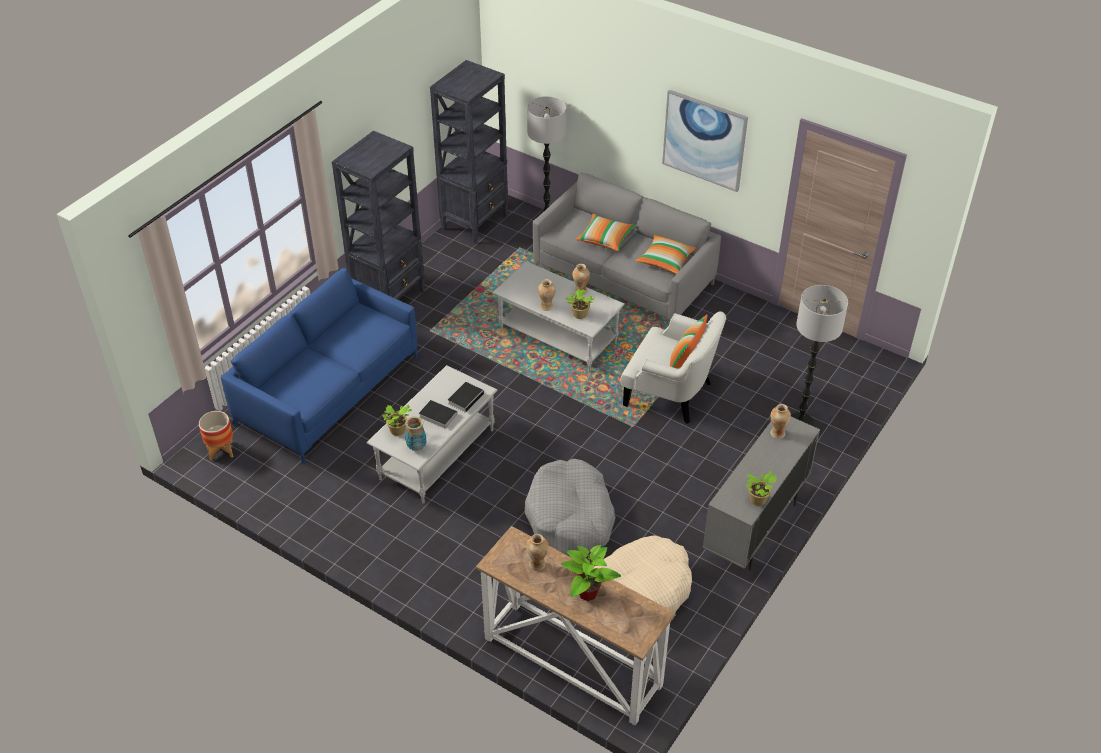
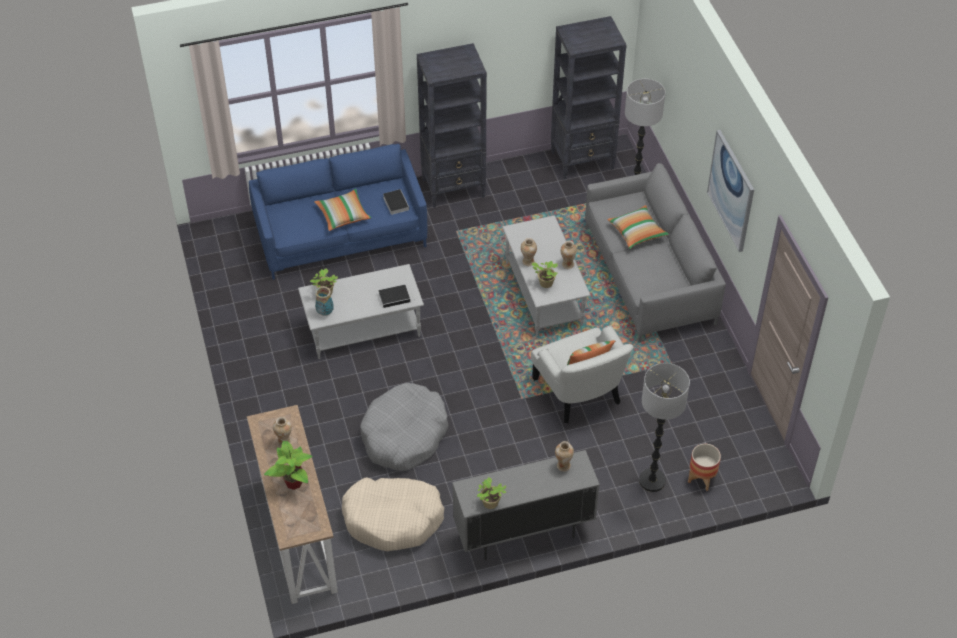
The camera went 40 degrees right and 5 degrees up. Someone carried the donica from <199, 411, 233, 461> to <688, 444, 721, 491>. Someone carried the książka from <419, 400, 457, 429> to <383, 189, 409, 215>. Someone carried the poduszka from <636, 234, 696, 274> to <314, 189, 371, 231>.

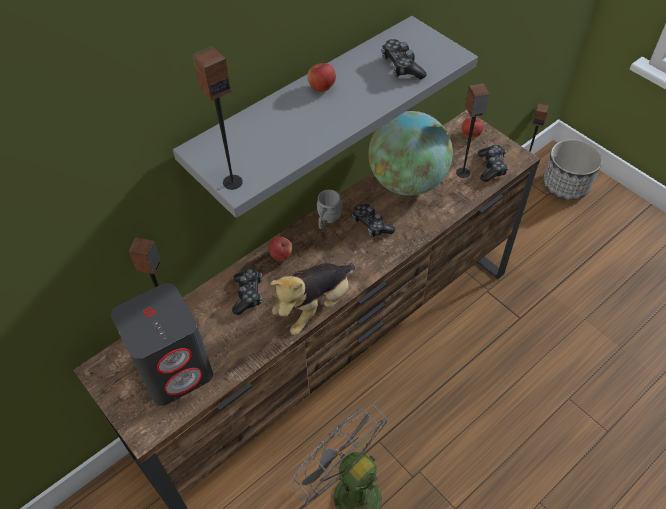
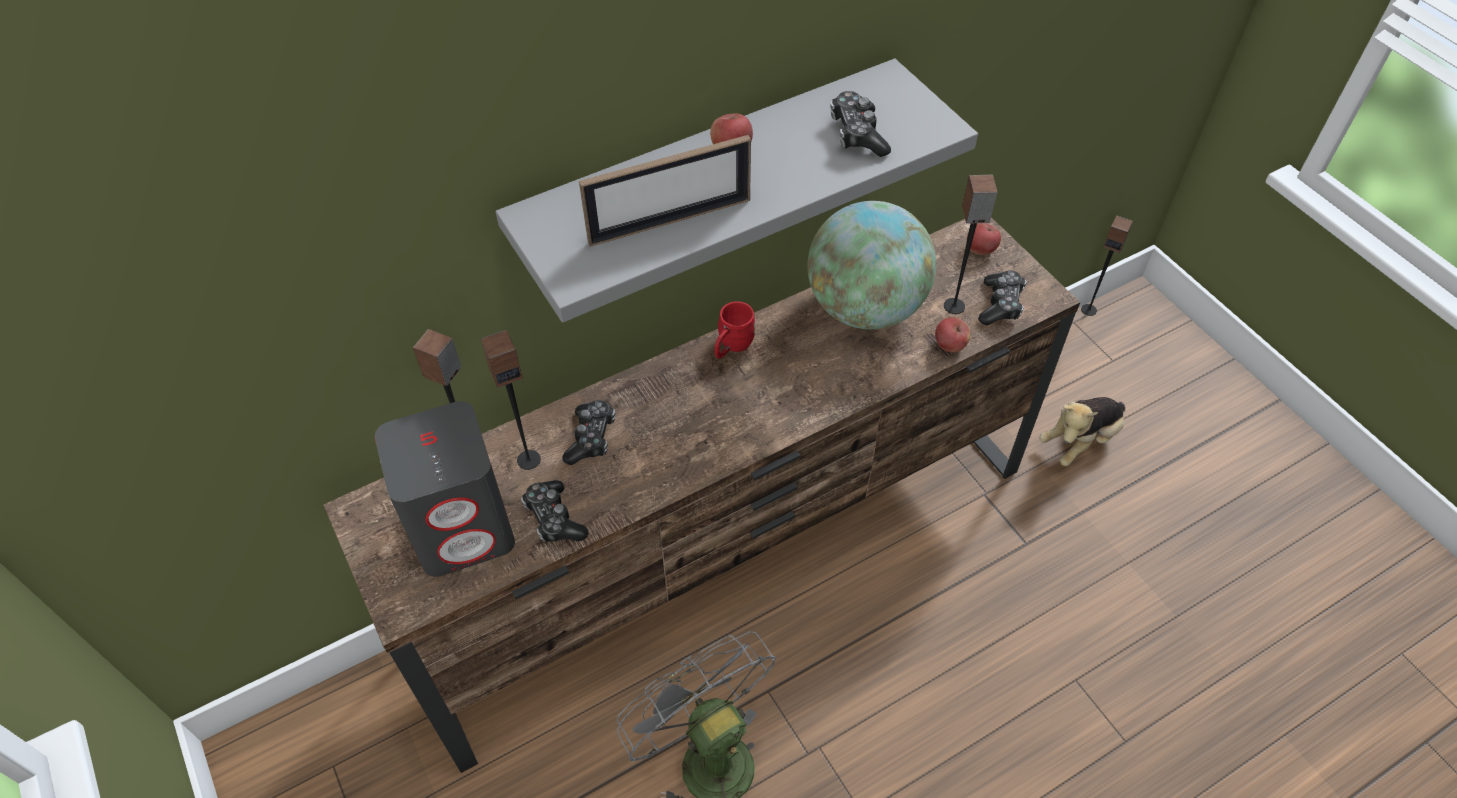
The camera went 10 degrees right and 0 degrees up. Someone carried the głośnik from <192, 46, 243, 190> to <481, 330, 541, 470>. Someone carried the jabłko from <268, 237, 292, 261> to <935, 317, 971, 353>. Someone carried the pluszak from <270, 263, 355, 335> to <1039, 397, 1125, 466>. Someone repainted the kubek/szary at <317, 190, 342, 229>, which became the kubek/czerwony at <715, 301, 756, 359>. Someone carried the pad do gier from <352, 204, 395, 237> to <521, 480, 588, 542>. Someone took away the donica at <543, 139, 602, 200>. Someone put down the ramka na zdjęcie at <579, 135, 751, 247>.

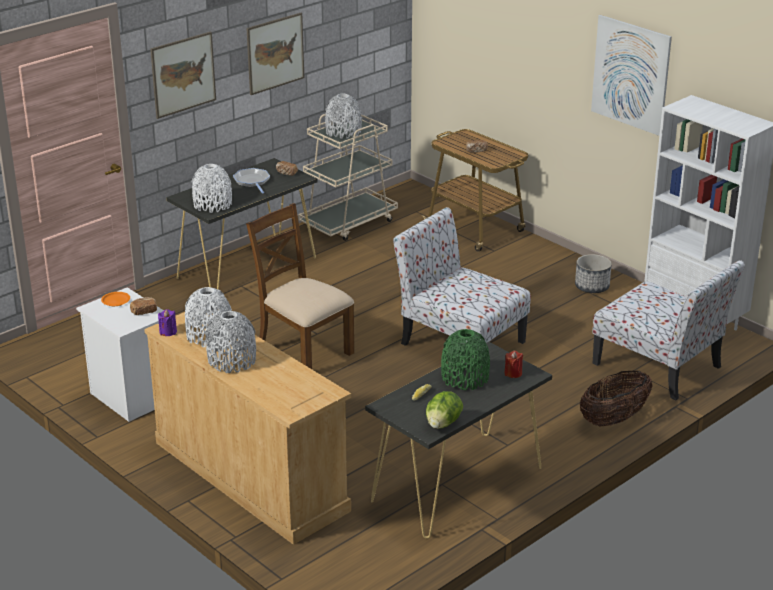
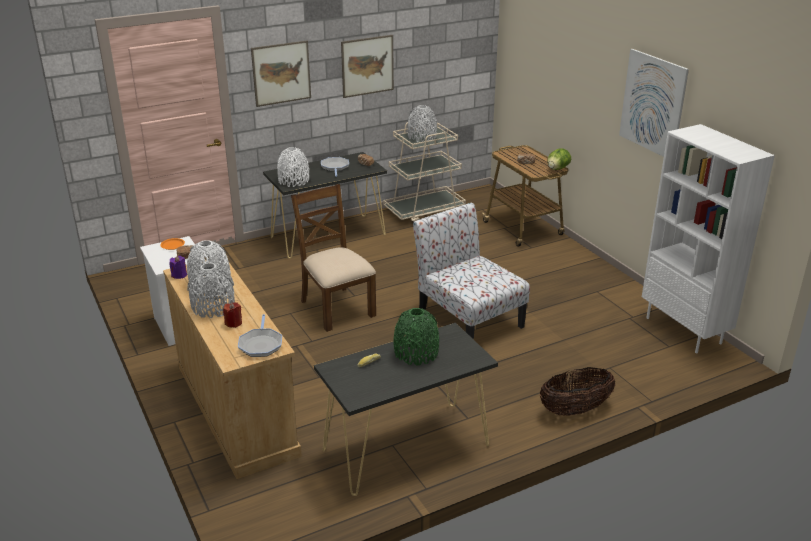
The camera went 15 degrees right and 0 degrees up. Someone carried the sałata from <426, 391, 463, 429> to <547, 148, 571, 170>. Someone carried the świeca/czerwony from <505, 351, 523, 378> to <223, 302, 242, 328>. Someone took away the donica at <575, 254, 612, 293>. Someone took away the krzesło at <592, 260, 745, 400>. Someone put down the patelnia at <238, 314, 282, 357>.

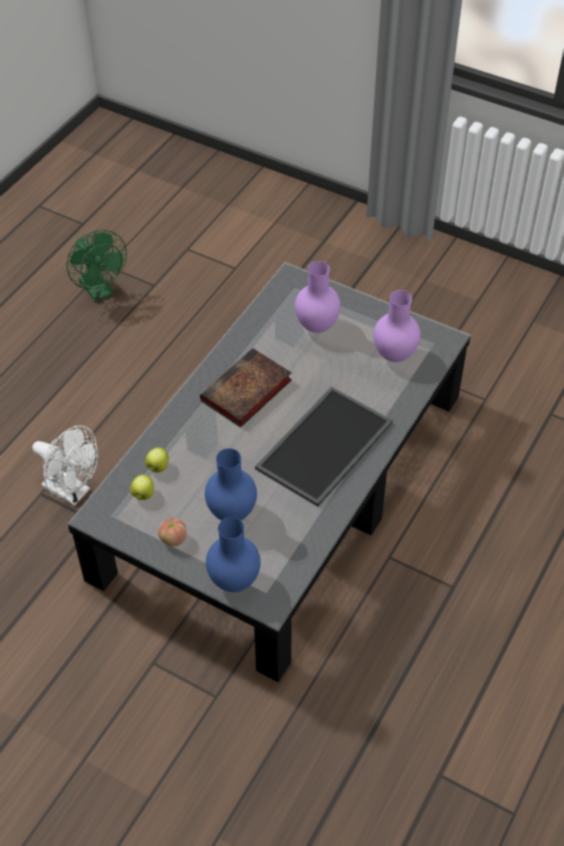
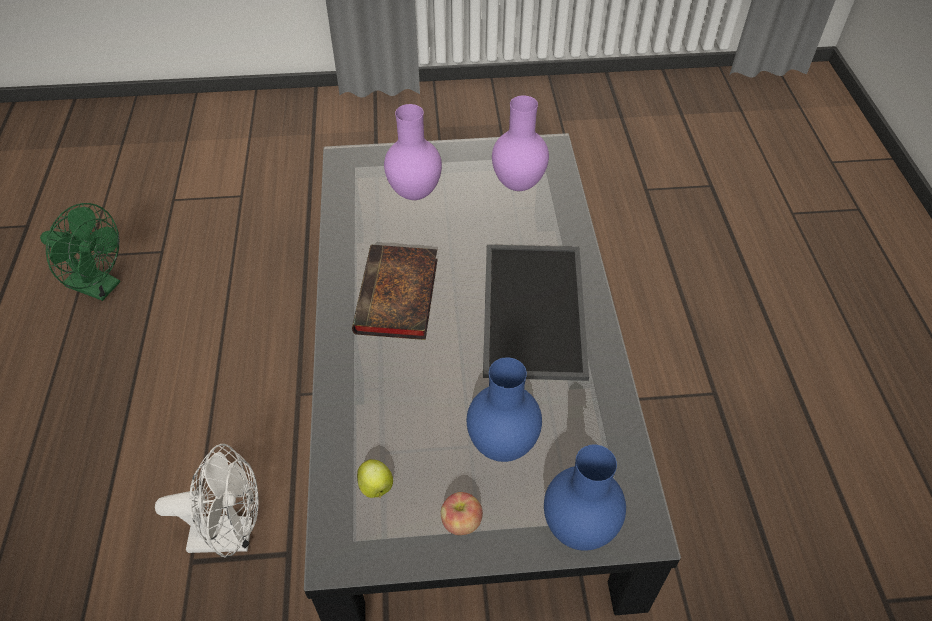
The camera went 35 degrees left and 0 degrees up. Someone took away the jabłko at <145, 447, 169, 473>.

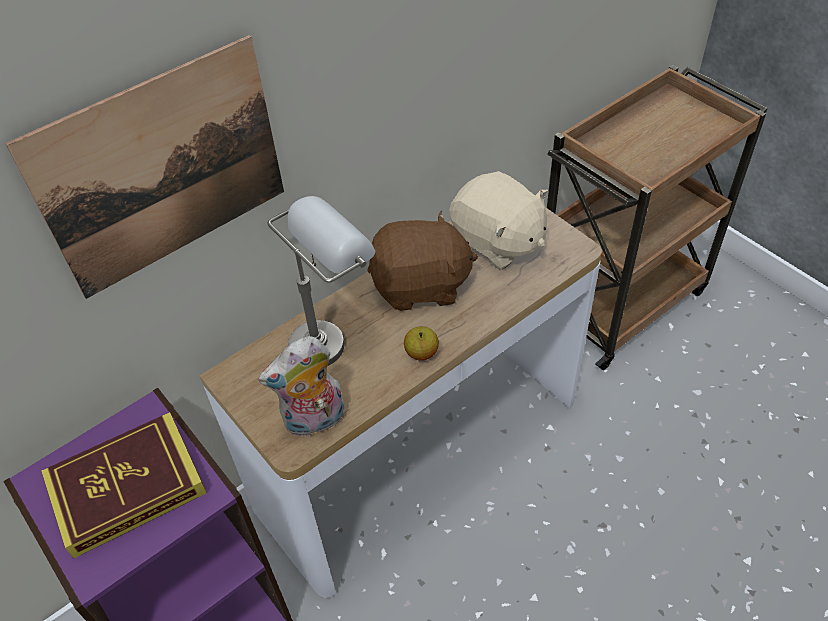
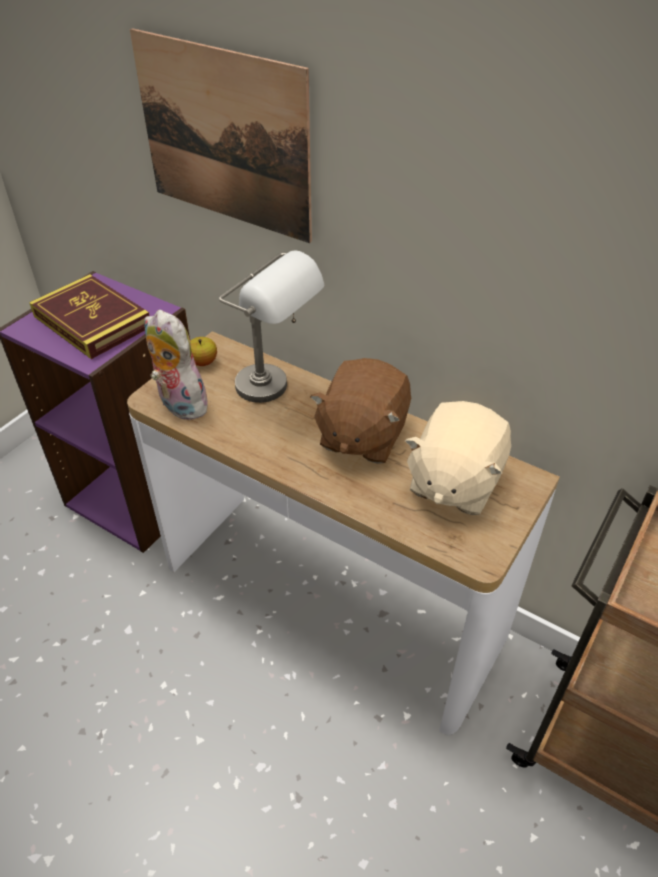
The camera went 70 degrees right and 5 degrees down. Someone rotated the pluszak/brązowy at <367, 211, 478, 311> by 45 degrees clockwise. Someone carried the jabłko from <404, 326, 439, 361> to <190, 337, 217, 366>.

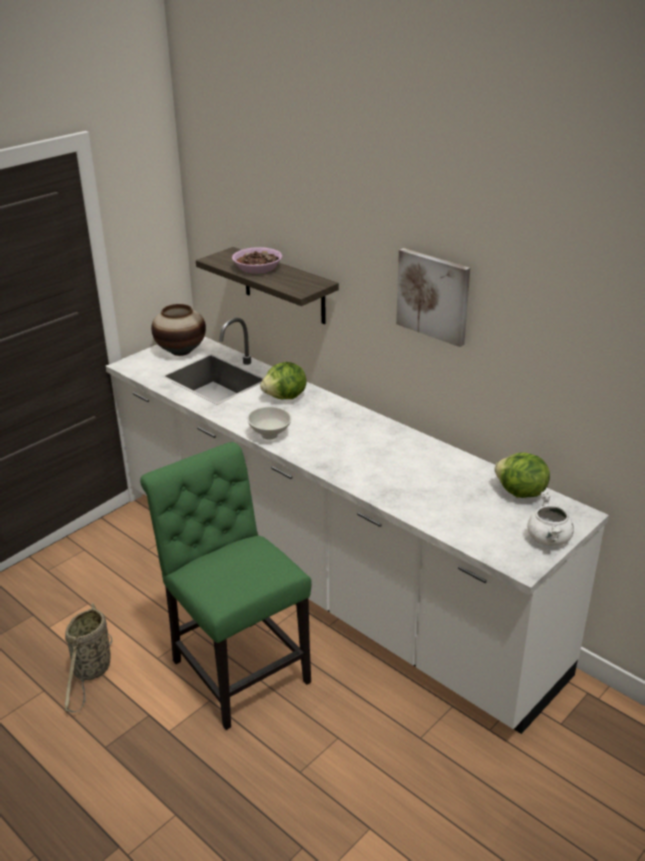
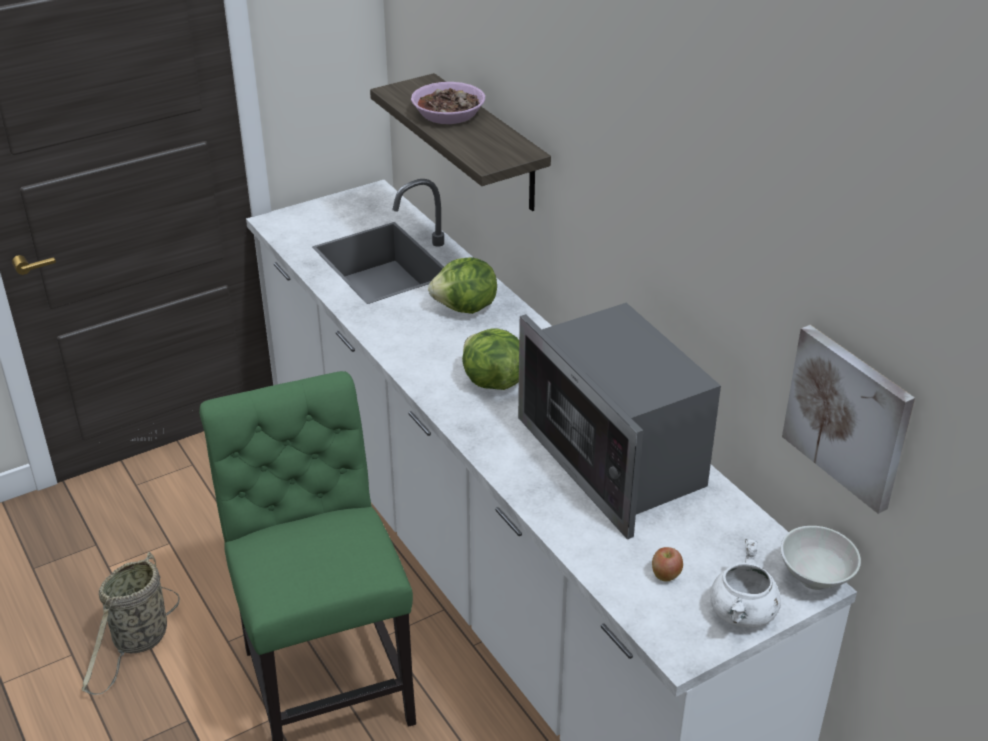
The camera went 15 degrees right and 5 degrees up. Someone took away the wazon at <151, 304, 206, 356>. Someone carried the miska/biały from <247, 407, 291, 439> to <781, 526, 861, 590>. Someone carried the obraz from <396, 248, 470, 347> to <782, 325, 915, 514>. Someone carried the sałata from <494, 452, 550, 498> to <462, 328, 519, 390>. Someone put down the mikrofalówka at <518, 303, 721, 540>. Someone put down the jabłko at <652, 547, 683, 582>.

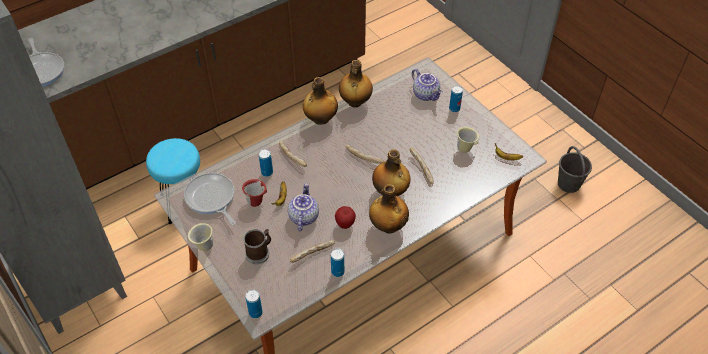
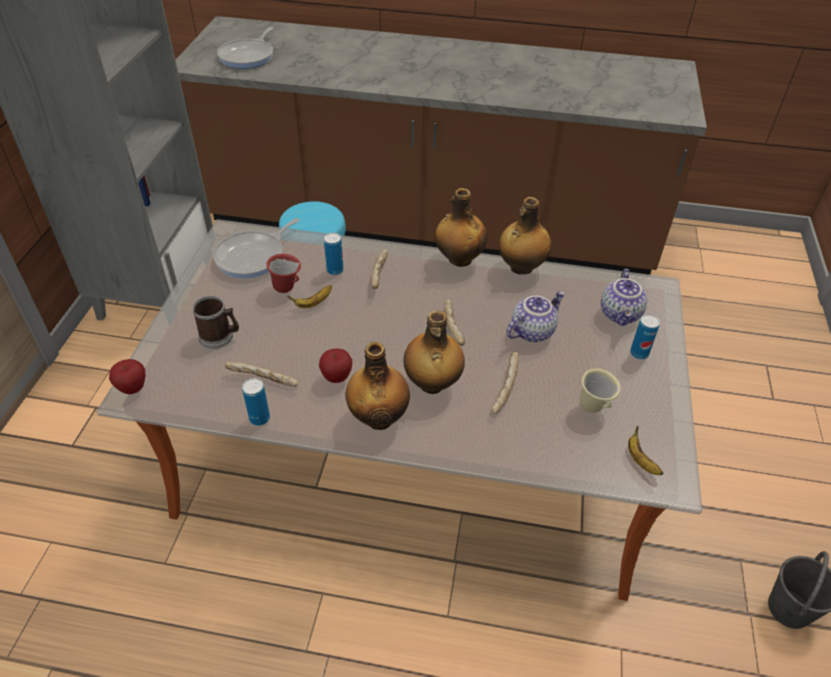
The camera went 45 degrees right and 5 degrees down. Someone rotated the patelnia at <184, 173, 236, 225> by 150 degrees counterclockwise. Someone took away the kubek/beżowy at <188, 223, 213, 251>. Someone swapped the puszka at <245, 290, 263, 318> for the jabłko at <109, 359, 146, 394>. Someone carried the imbryk from <288, 183, 319, 231> to <506, 291, 565, 342>.

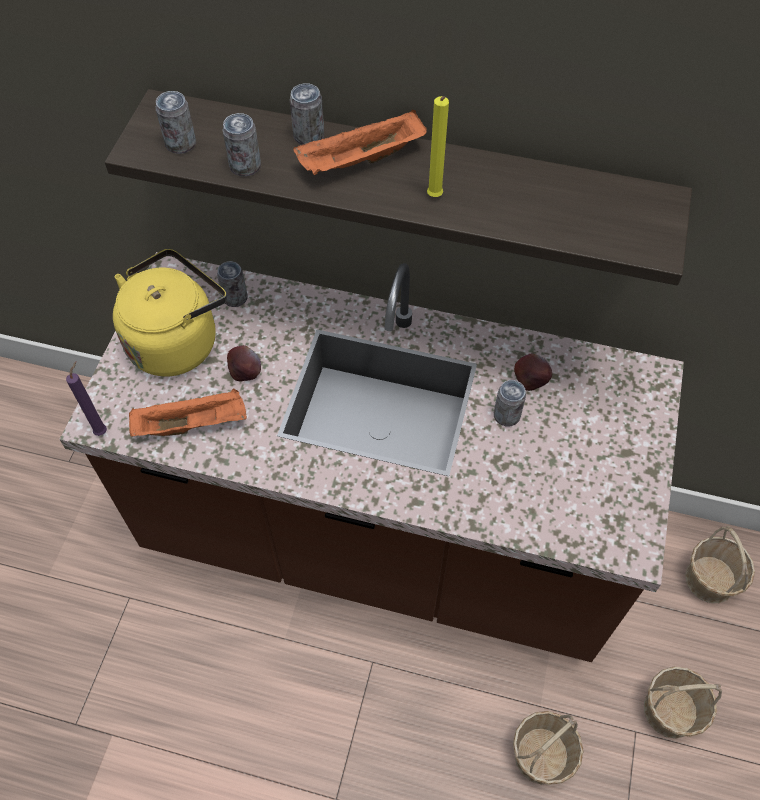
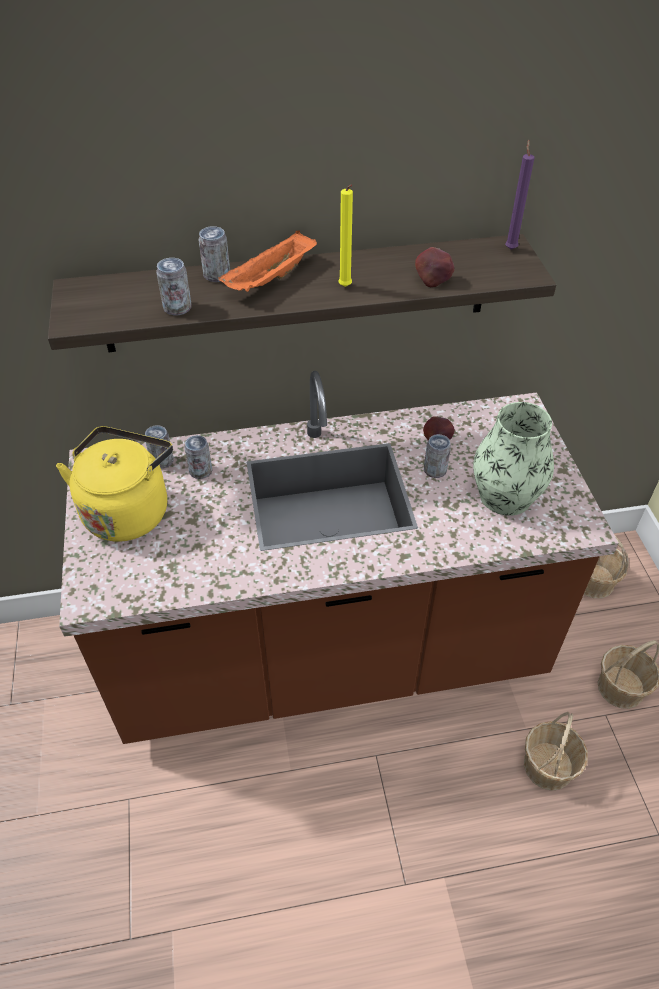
The camera went 25 degrees left and 10 degrees down. Someone carried the świeca/fioletowy from <66, 362, 107, 436> to <505, 140, 535, 249>. Someone took away the taca/pomarańczowy at <129, 388, 247, 437>. Someone carried the puszka from <156, 91, 196, 154> to <185, 435, 213, 479>. Someone carried the jabłko from <227, 345, 261, 382> to <415, 247, 455, 287>. Someone put down the wazon at <473, 402, 554, 516>.

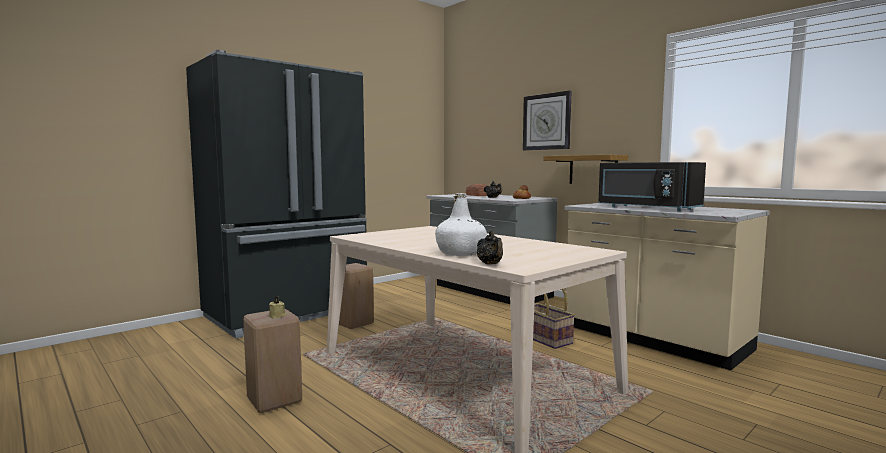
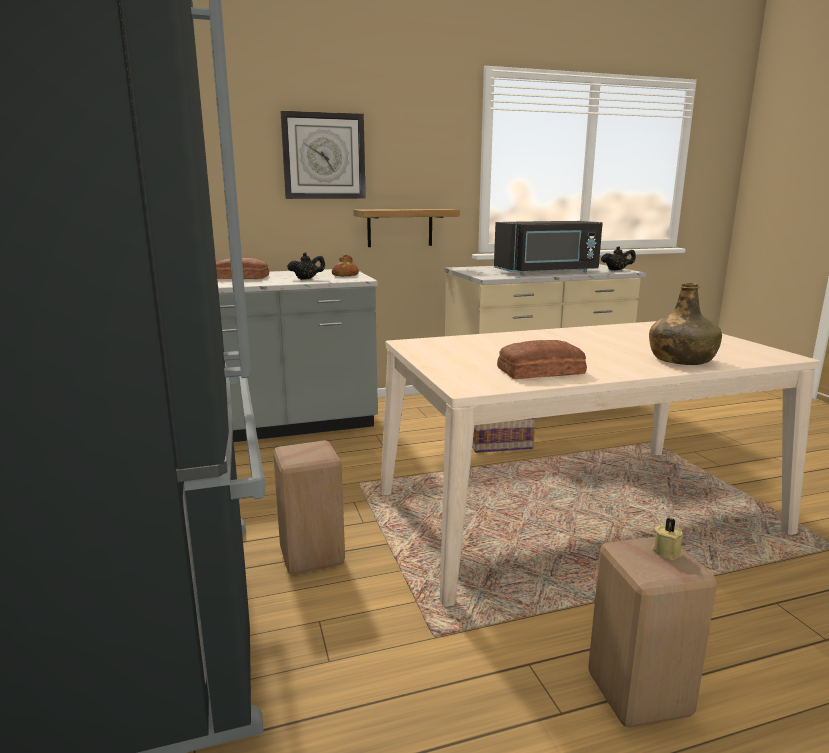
The camera went 65 degrees left and 10 degrees up. Someone repainted the butelka/biały at <435, 193, 487, 256>, which became the butelka/zielony at <649, 283, 722, 365>. Someone carried the imbryk/czarny from <477, 231, 503, 265> to <601, 246, 636, 271>. Someone put down the chleb at <497, 340, 587, 379>.

